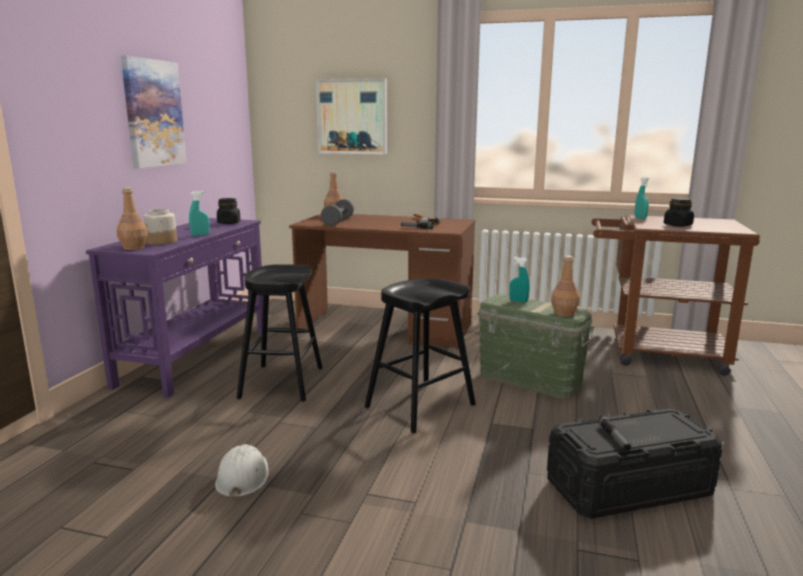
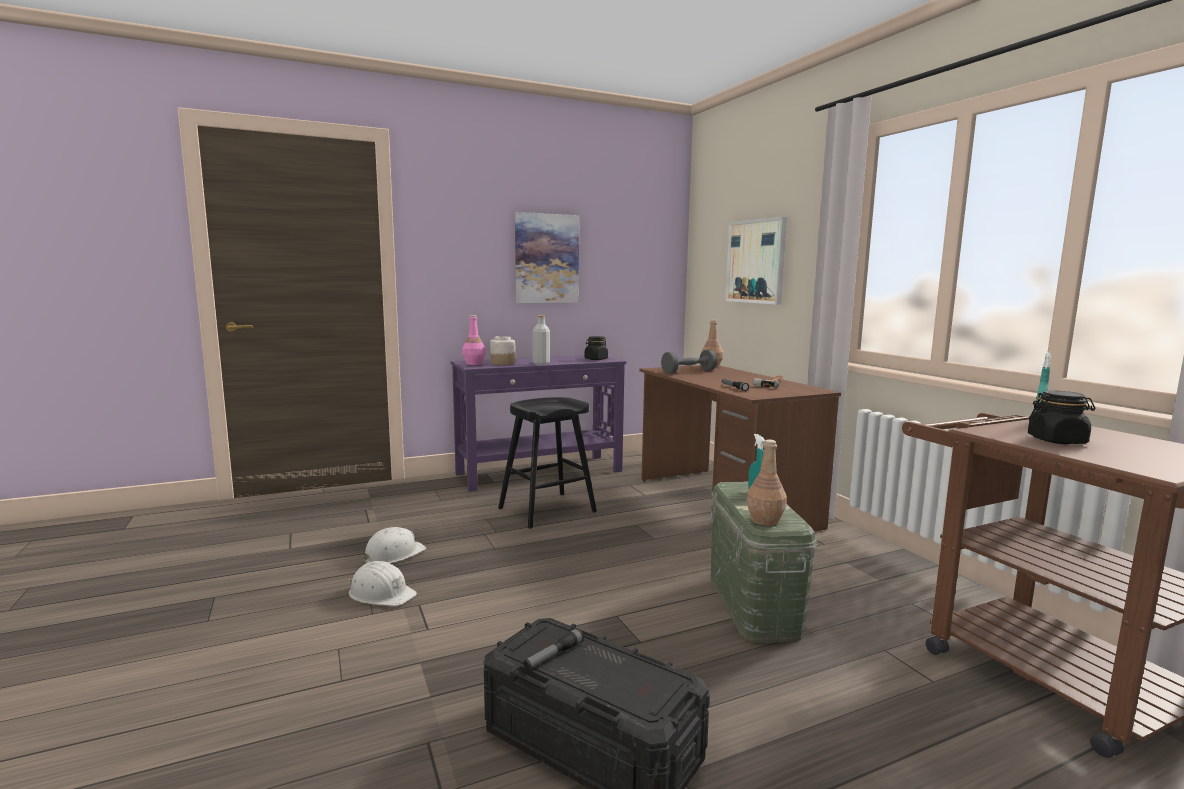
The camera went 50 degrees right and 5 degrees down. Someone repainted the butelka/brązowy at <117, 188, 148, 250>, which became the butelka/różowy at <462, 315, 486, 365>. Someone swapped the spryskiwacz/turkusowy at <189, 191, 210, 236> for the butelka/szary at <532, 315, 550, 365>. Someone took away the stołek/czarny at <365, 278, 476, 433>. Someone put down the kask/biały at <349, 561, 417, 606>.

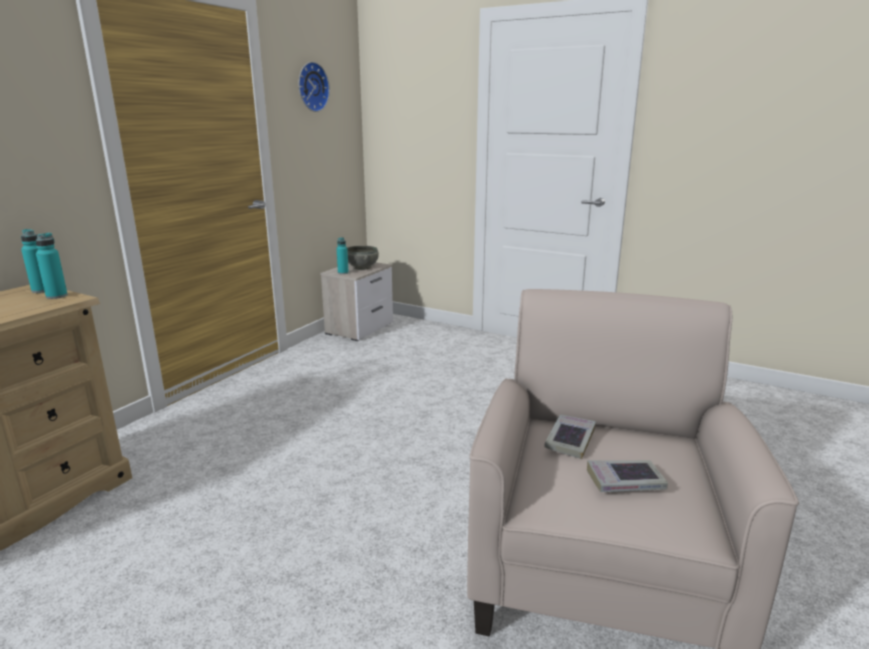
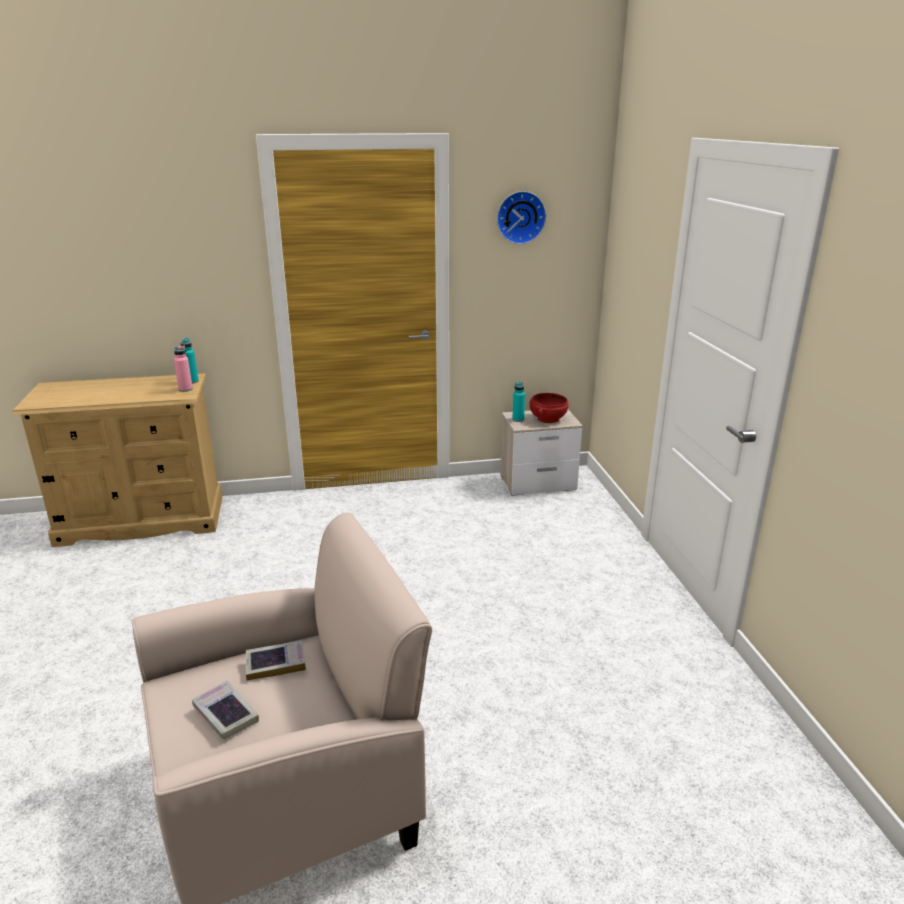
The camera went 50 degrees right and 5 degrees up. Someone repainted the butelka/turkusowy at <36, 233, 68, 299>, which became the butelka/różowy at <174, 346, 193, 392>. Someone repainted the miska/szary at <347, 246, 379, 270>, which became the miska/czerwony at <530, 393, 569, 423>.

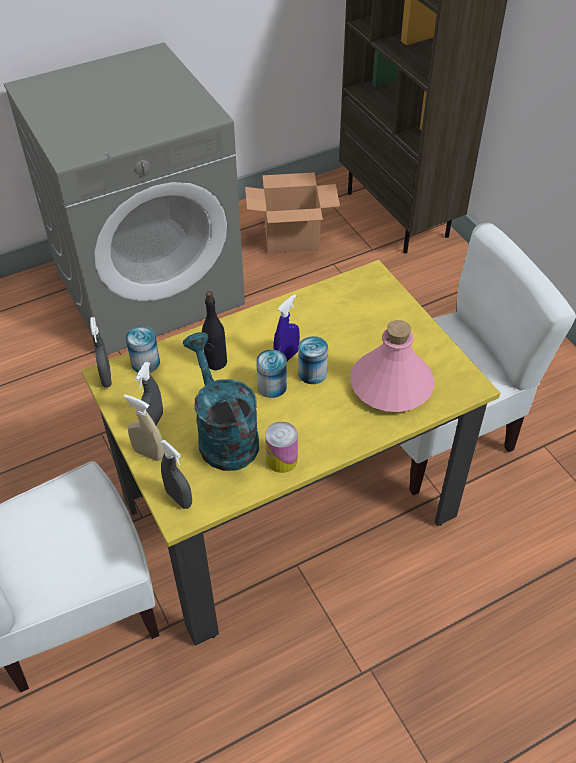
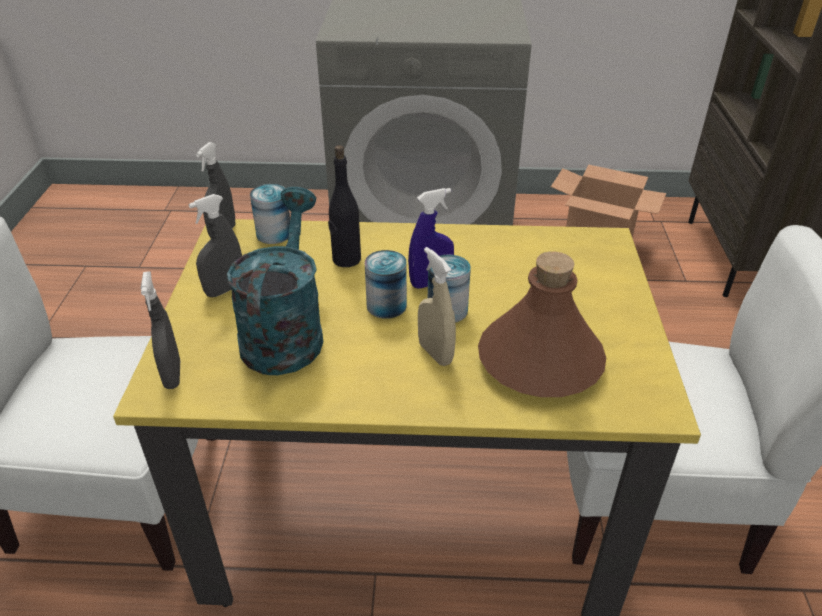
The camera went 30 degrees right and 10 degrees down. Someone carried the spryskiwacz/beżowy from <124, 394, 164, 461> to <418, 247, 456, 366>. Someone took away the puszka at <265, 422, 298, 473>. Someone repainted the butelka/różowy at <350, 320, 434, 412>, which became the butelka/brązowy at <478, 252, 606, 397>.

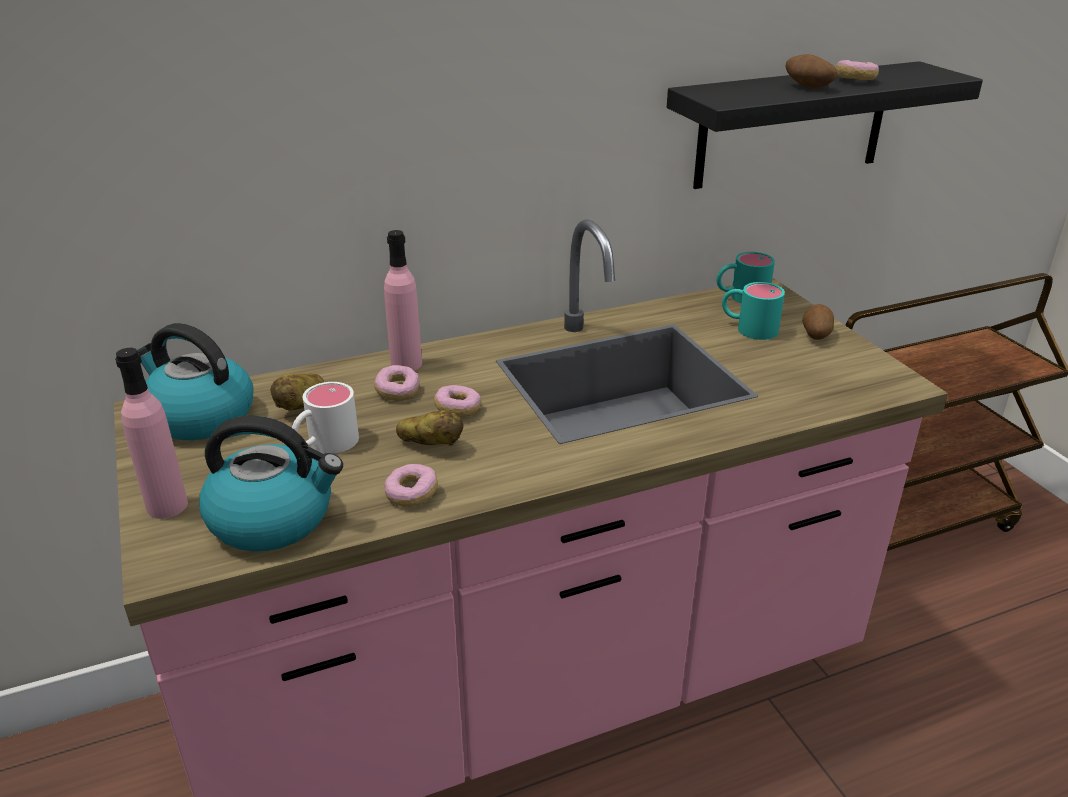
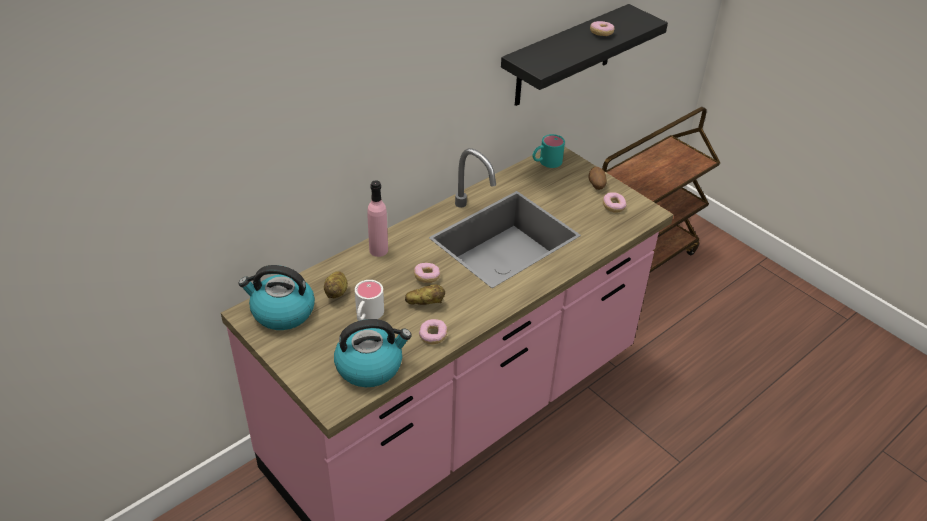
The camera went 20 degrees left and 10 degrees up. Someone took away the butelka/różowy at <115, 348, 188, 519>. Someone carried the donut from <374, 365, 420, 401> to <603, 193, 626, 213>. Someone took away the kubek/turkusowy at <722, 282, 785, 340>. Someone took away the ziemniak at <785, 54, 837, 88>.

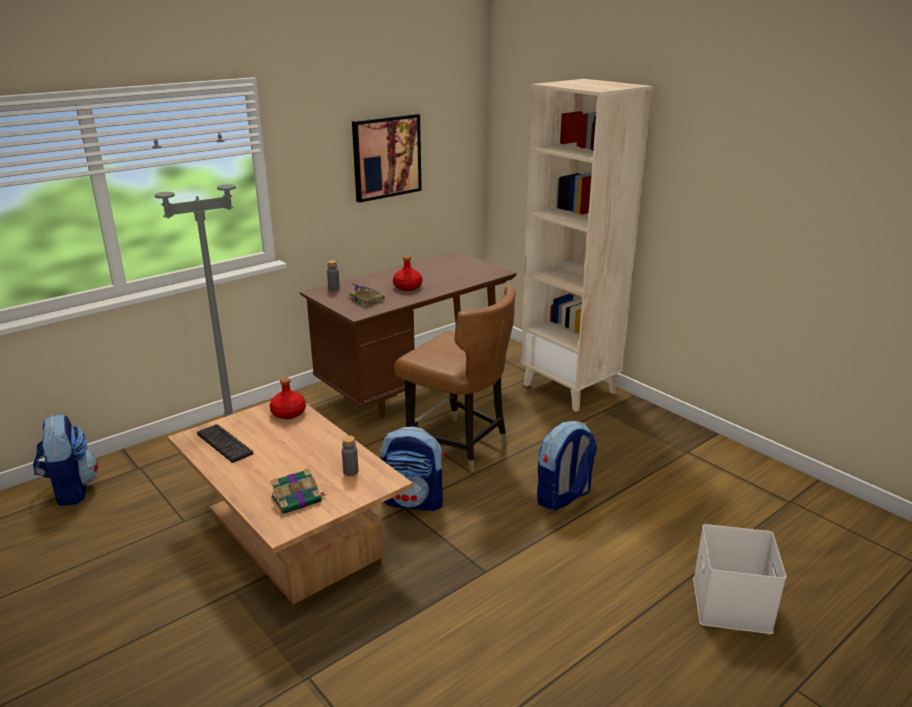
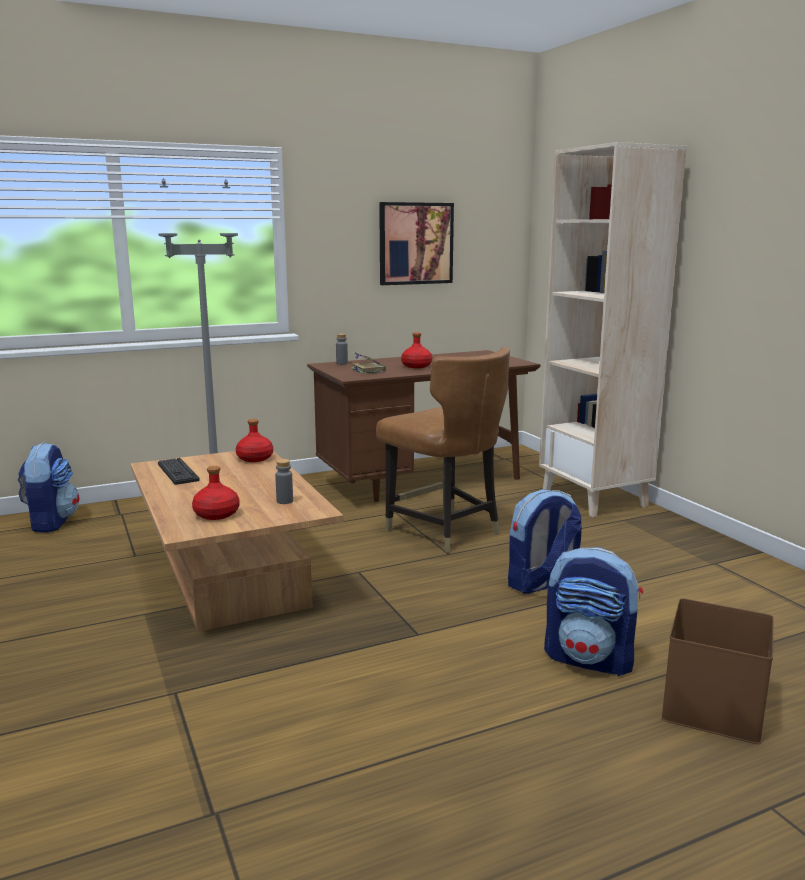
The camera went 15 degrees right and 10 degrees down. Someone swapped the książka at <270, 469, 327, 514> for the butelka/czerwony at <192, 466, 239, 520>. Someone carried the plecak from <380, 426, 445, 512> to <544, 547, 643, 676>. Someone repainted the pojemnik do przechowywania/biały at <693, 524, 786, 634>, which became the pojemnik do przechowywania/brązowy at <661, 598, 773, 744>.

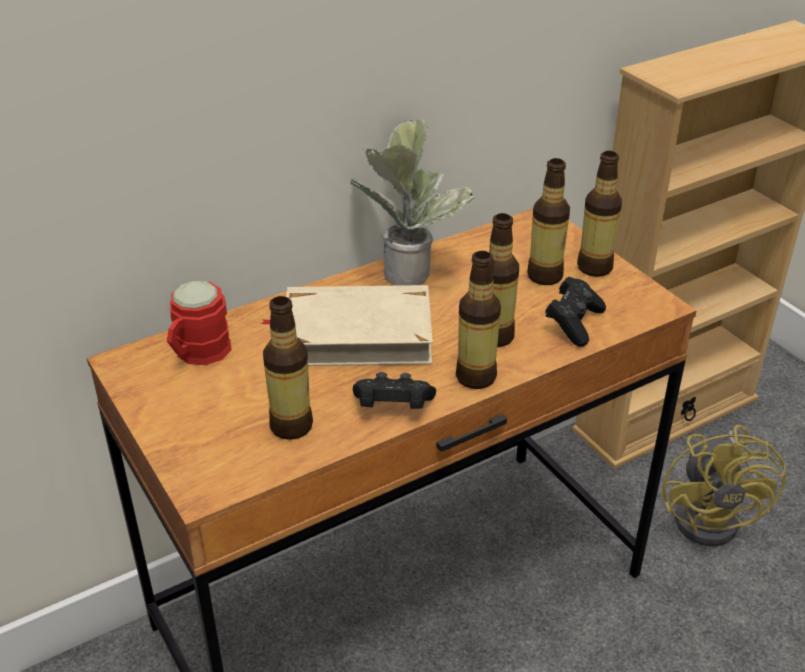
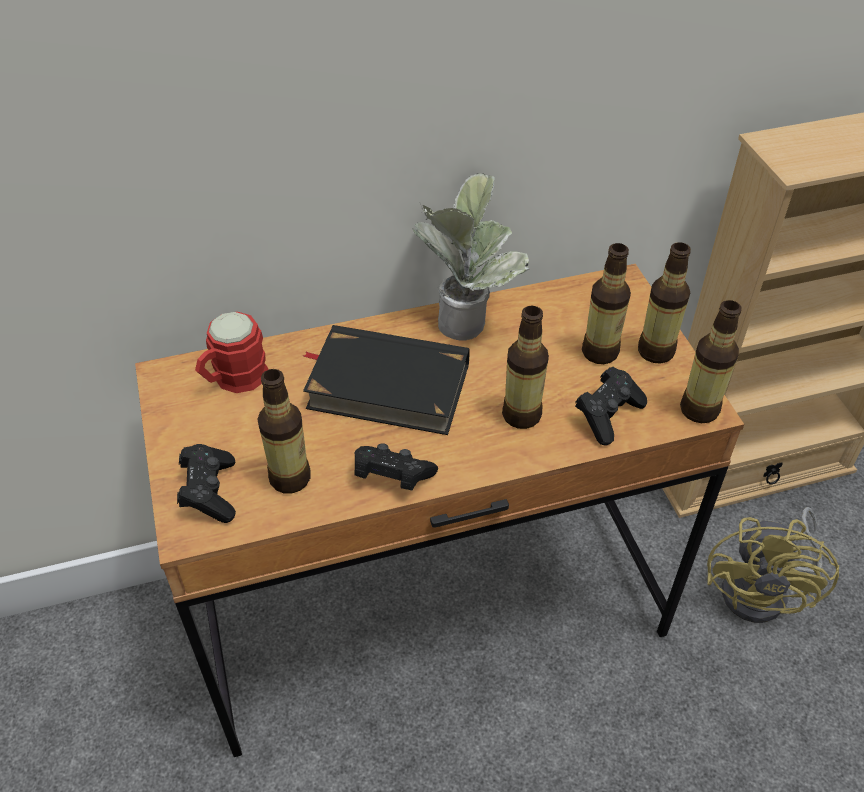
The camera went 15 degrees right and 10 degrees up. Someone repainted the książka/beżowy at <261, 285, 433, 366>, which became the książka/czarny at <303, 325, 470, 435>. Someone carried the butelka from <456, 251, 501, 389> to <680, 300, 742, 423>. Someone put down the pad do gier/czarny at <177, 444, 236, 523>.

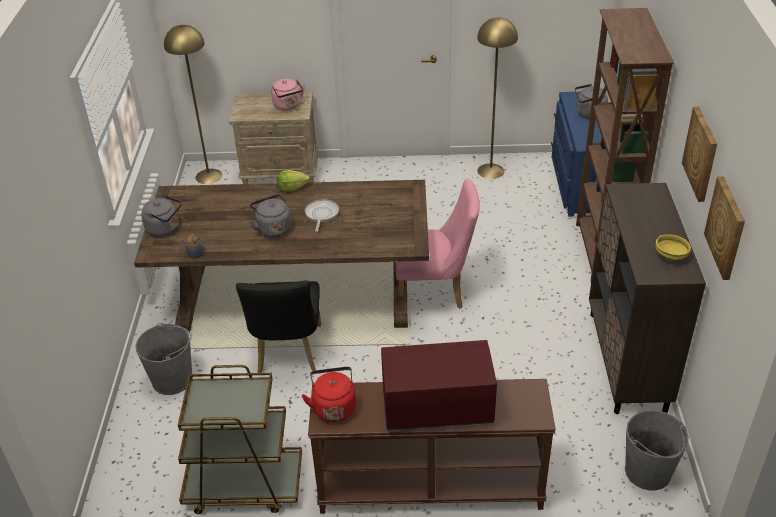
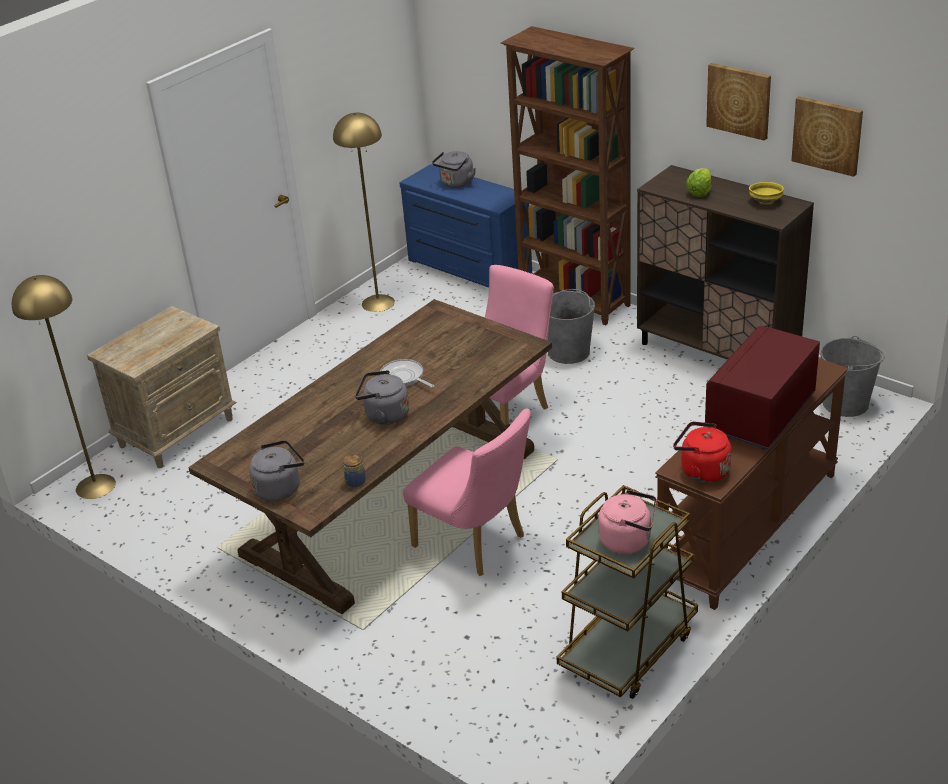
The camera went 50 degrees left and 5 degrees down. Someone carried the wiadro/szary from <136, 323, 193, 395> to <548, 289, 595, 364>. Someone repainted the krzesło/czarny at <236, 280, 321, 373>, which became the krzesło/różowy at <403, 409, 531, 576>. Someone carried the czajnik/różowy from <271, 79, 305, 111> to <598, 490, 657, 554>. Someone carried the sałata from <277, 170, 310, 192> to <686, 168, 712, 197>.

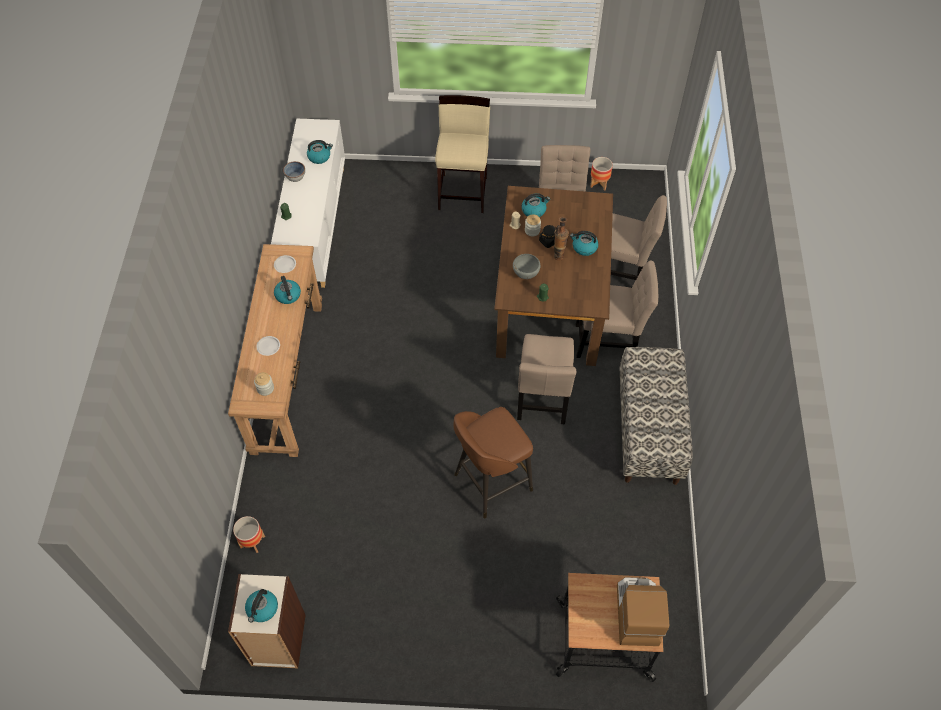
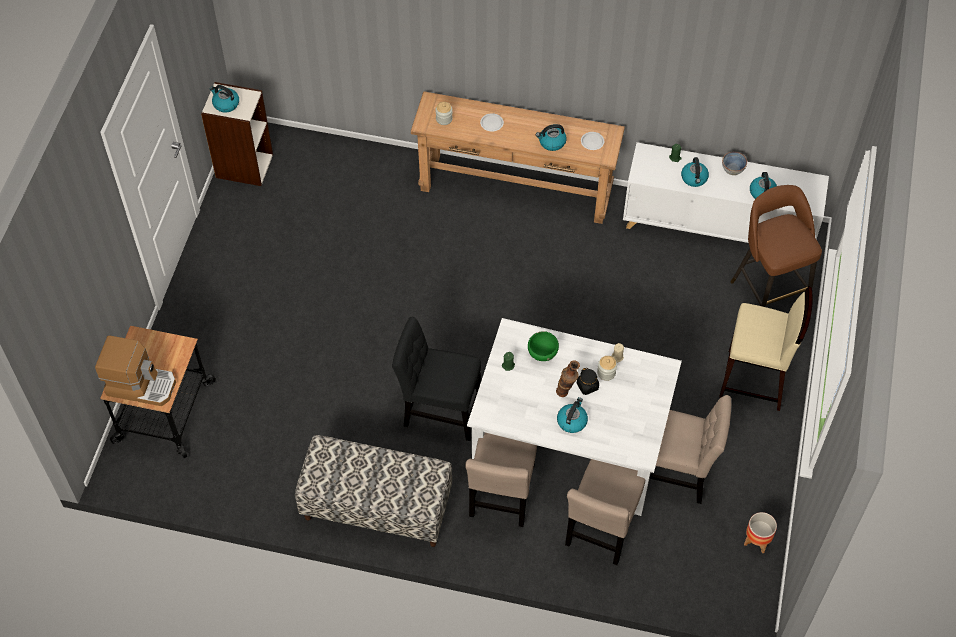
The camera went 100 degrees right and 0 degrees up. Someone took away the donica at <233, 516, 265, 553>. Someone carried the stołek/brązowy from <453, 407, 533, 519> to <731, 185, 822, 307>. Someone repainted the stół jadalny/brązowy at <494, 186, 613, 366>, which became the stół jadalny/biały at <467, 318, 682, 516>. Someone repainted the miska/szary at <513, 254, 540, 279>, which became the miska/zielony at <528, 331, 559, 361>. Someone repainted the krzesło/beżowy at <517, 334, 577, 424>, which became the krzesło/czarny at <392, 317, 481, 441>. Someone carried the czajnik from <521, 193, 550, 217> to <681, 157, 709, 187>.

